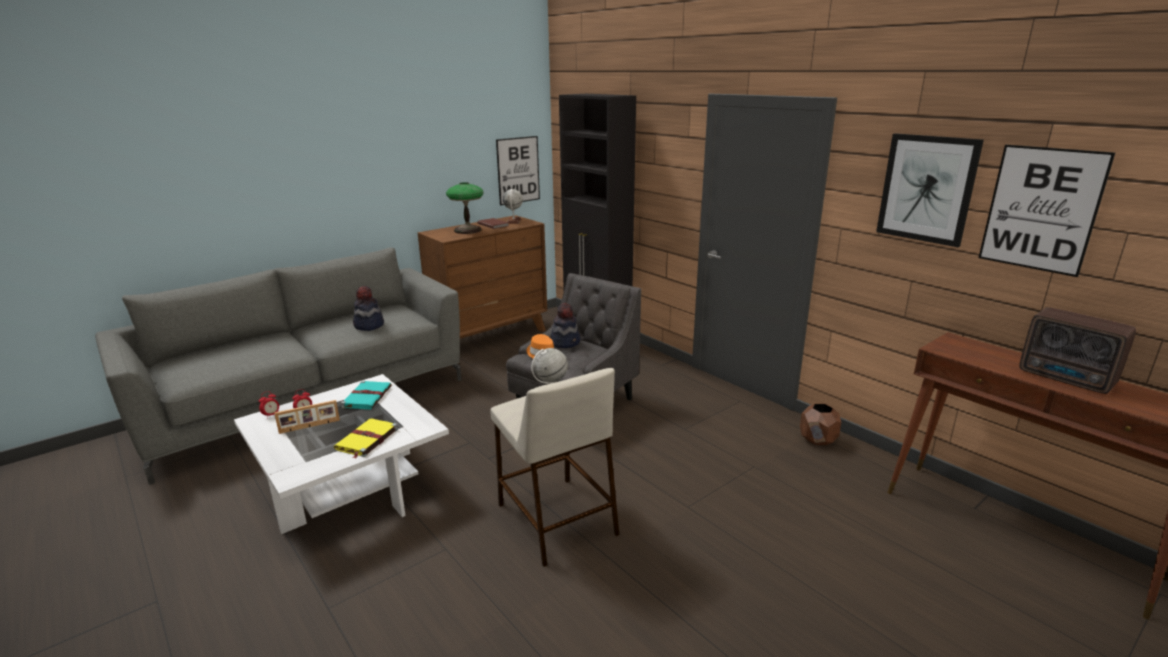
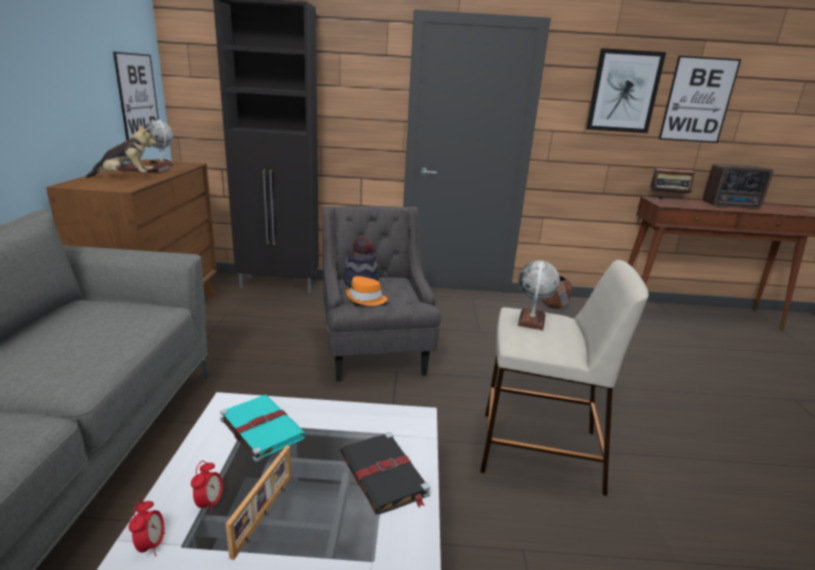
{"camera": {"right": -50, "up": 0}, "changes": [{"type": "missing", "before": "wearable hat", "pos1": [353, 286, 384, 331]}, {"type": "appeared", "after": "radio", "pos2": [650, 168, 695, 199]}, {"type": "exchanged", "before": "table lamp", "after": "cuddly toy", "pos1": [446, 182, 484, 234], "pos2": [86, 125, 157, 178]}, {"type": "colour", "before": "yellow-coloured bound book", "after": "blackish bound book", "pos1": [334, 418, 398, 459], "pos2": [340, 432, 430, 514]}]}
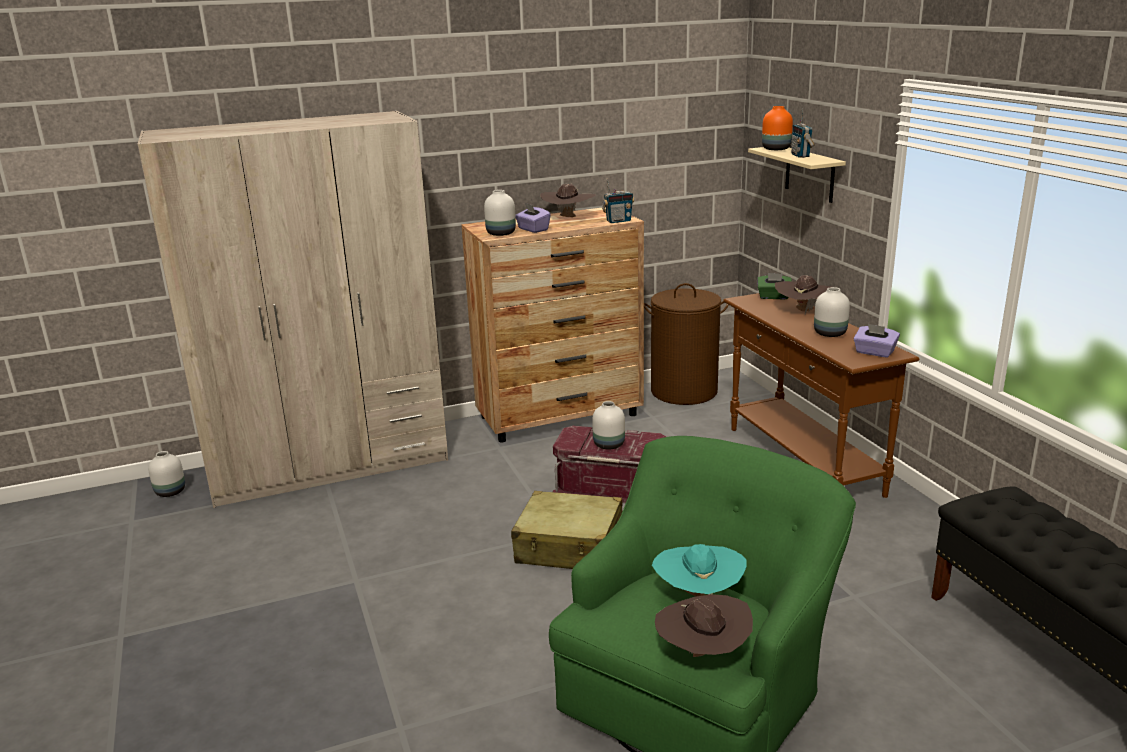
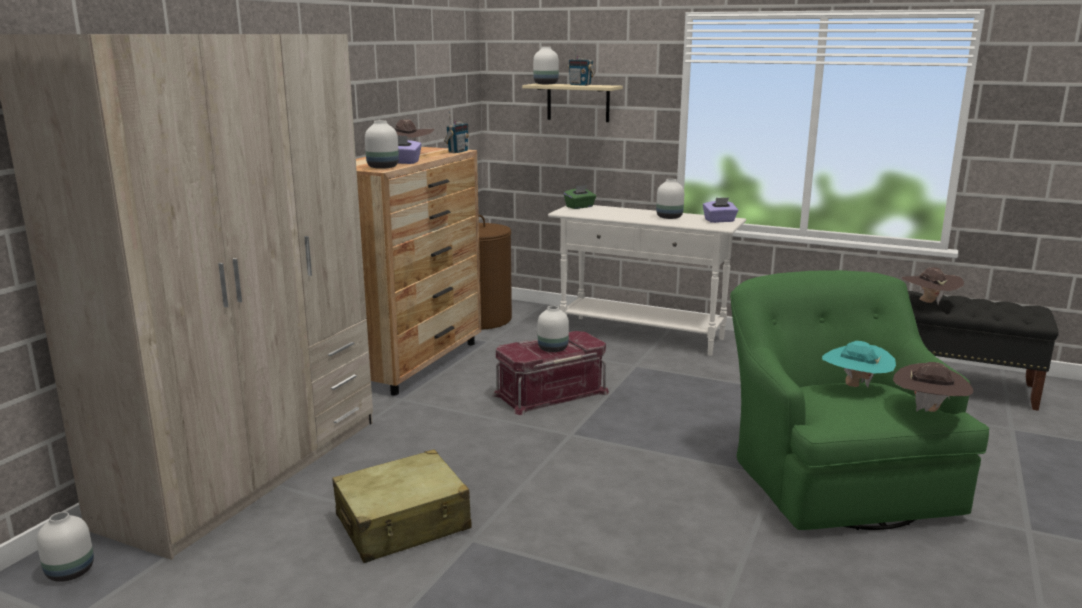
{"camera": {"right": -45, "up": -5}, "changes": [{"type": "relocated", "before": "beige travel case", "pos1": [511, 491, 623, 569], "pos2": [333, 449, 472, 563]}, {"type": "relocated", "before": "brownish wearable hat", "pos1": [775, 275, 831, 314], "pos2": [902, 267, 964, 305]}, {"type": "colour", "before": "brownish console table", "after": "white-coloured console table", "pos1": [723, 293, 919, 498], "pos2": [548, 205, 746, 356]}, {"type": "colour", "before": "orange vase", "after": "white-coloured vase", "pos1": [762, 106, 793, 150], "pos2": [533, 47, 559, 84]}]}
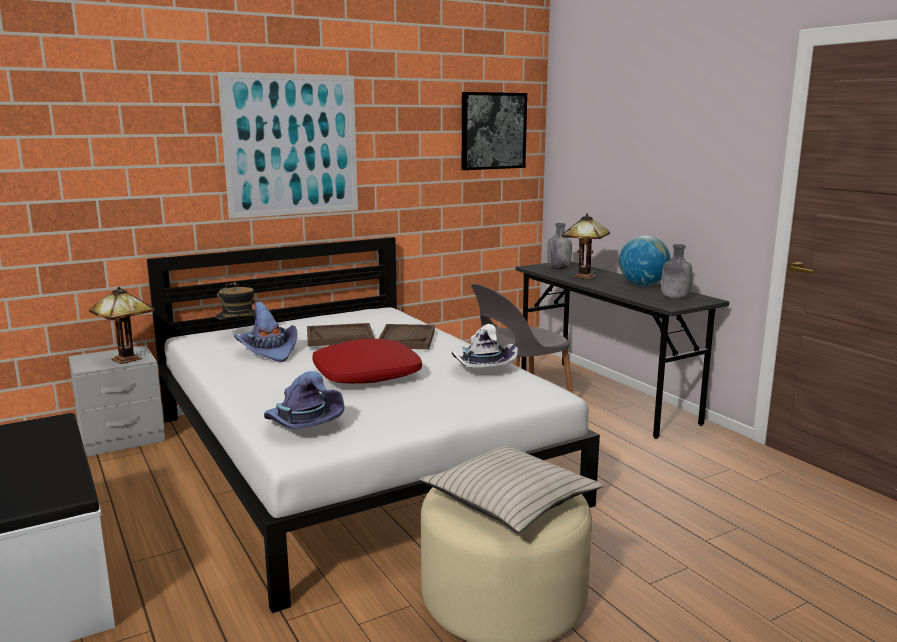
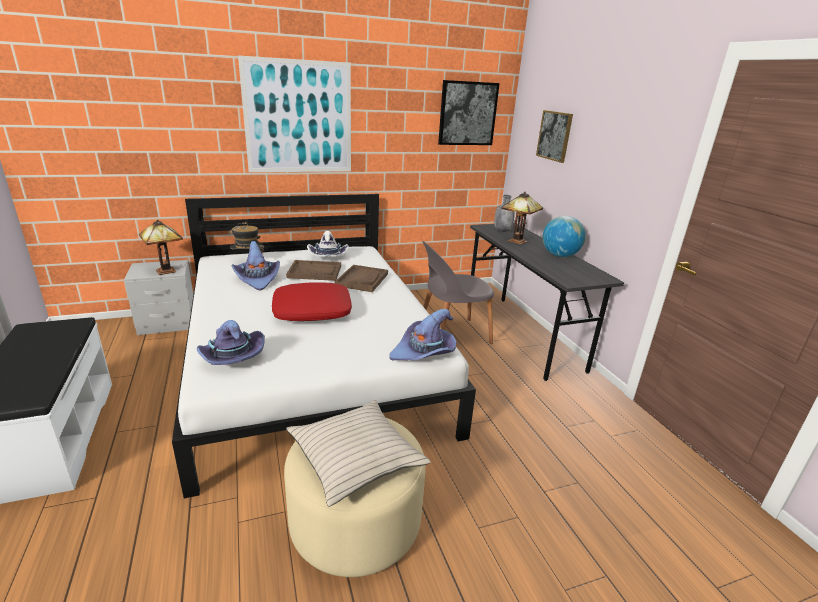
{"camera": {"right": 10, "up": 10}, "changes": [{"type": "missing", "before": "greyish beverage bottle", "pos1": [661, 244, 692, 299]}, {"type": "appeared", "after": "purple-coloured wearable hat", "pos2": [389, 309, 456, 360]}, {"type": "appeared", "after": "picture", "pos2": [536, 110, 573, 163]}, {"type": "relocated", "before": "white-coloured wearable hat", "pos1": [452, 324, 518, 367], "pos2": [307, 230, 349, 257]}]}
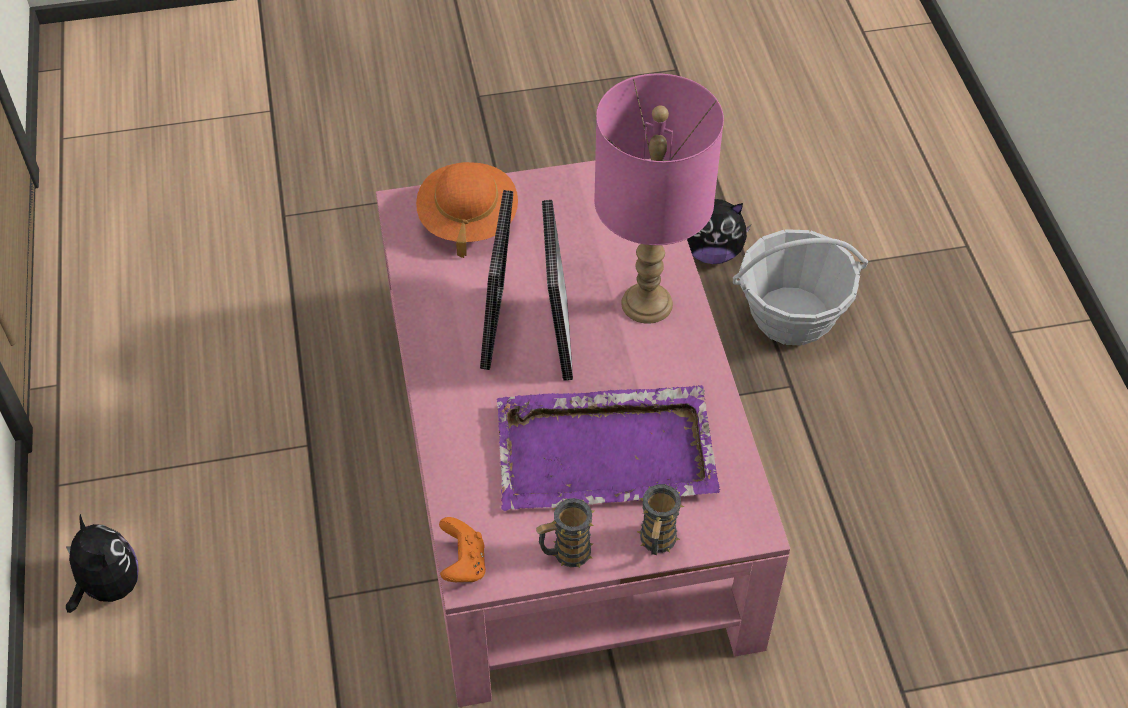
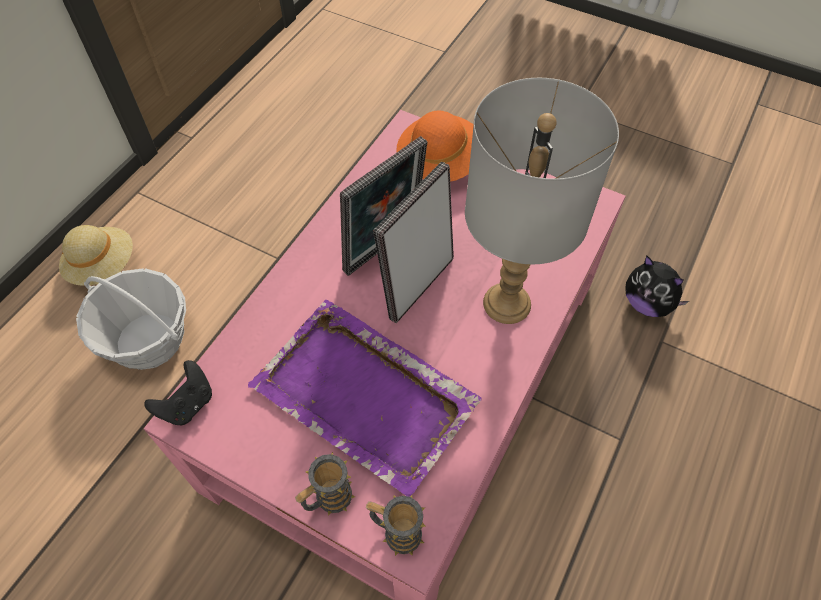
{"camera": {"right": 40, "up": 5}, "changes": [{"type": "relocated", "before": "mug", "pos1": [536, 498, 594, 568], "pos2": [366, 495, 426, 556]}, {"type": "relocated", "before": "storage basket", "pos1": [733, 229, 868, 346], "pos2": [76, 268, 186, 370]}, {"type": "exchanged", "before": "cuddly toy", "after": "beige wearable hat", "pos1": [66, 514, 139, 613], "pos2": [59, 225, 133, 286]}, {"type": "colour", "before": "orange game controller", "after": "blackish game controller", "pos1": [439, 517, 486, 582], "pos2": [144, 360, 212, 425]}, {"type": "colour", "before": "pinkish table lamp", "after": "greyish table lamp", "pos1": [594, 73, 724, 324], "pos2": [465, 78, 619, 324]}]}
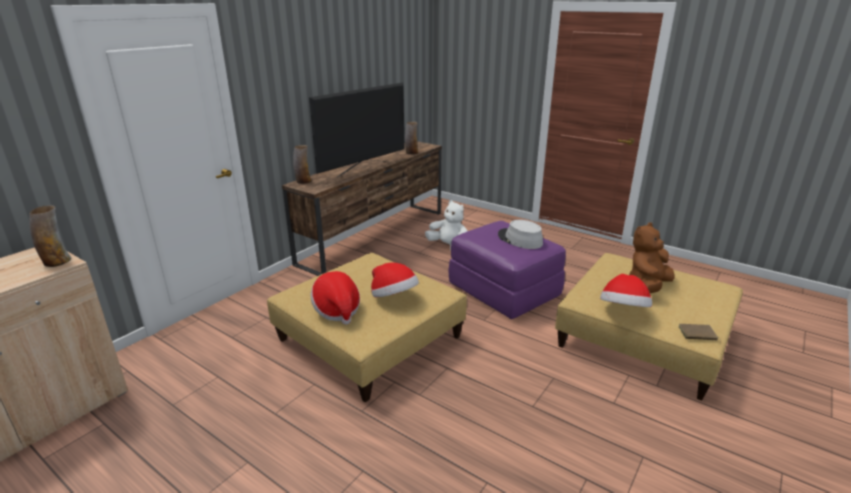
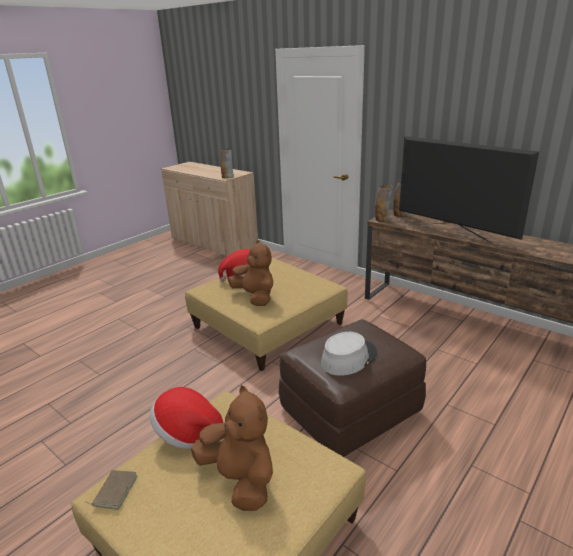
{"camera": {"right": 95, "up": 0}, "changes": [{"type": "missing", "before": "white-coloured cuddly toy", "pos1": [425, 200, 468, 250]}, {"type": "relocated", "before": "vase", "pos1": [405, 122, 418, 155], "pos2": [375, 185, 393, 222]}, {"type": "exchanged", "before": "wearable hat", "after": "brownish cuddly toy", "pos1": [371, 263, 419, 297], "pos2": [228, 240, 273, 306]}, {"type": "colour", "before": "purple-coloured ottoman", "after": "brownish ottoman", "pos1": [448, 221, 566, 319], "pos2": [279, 319, 426, 457]}]}
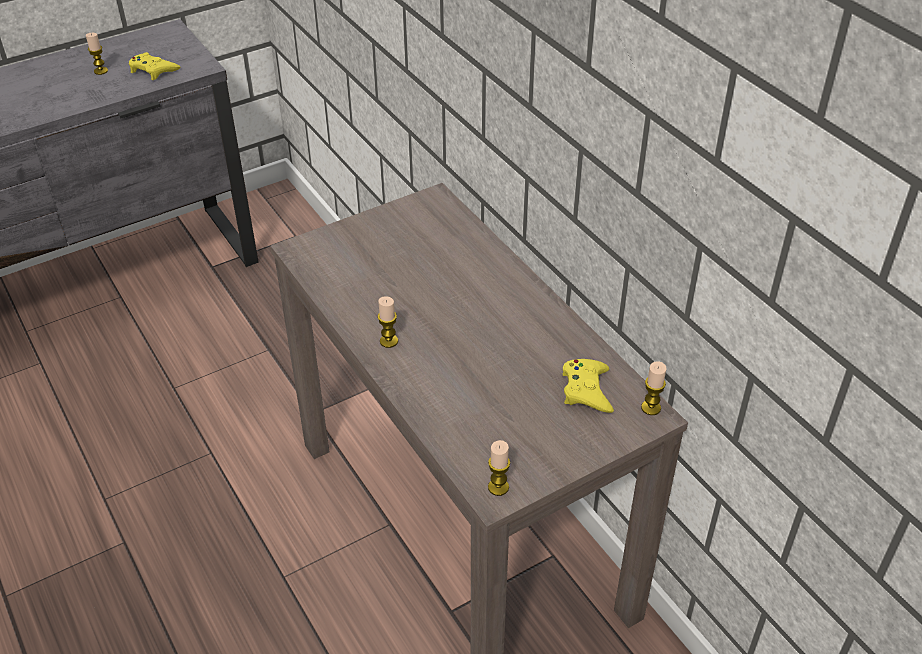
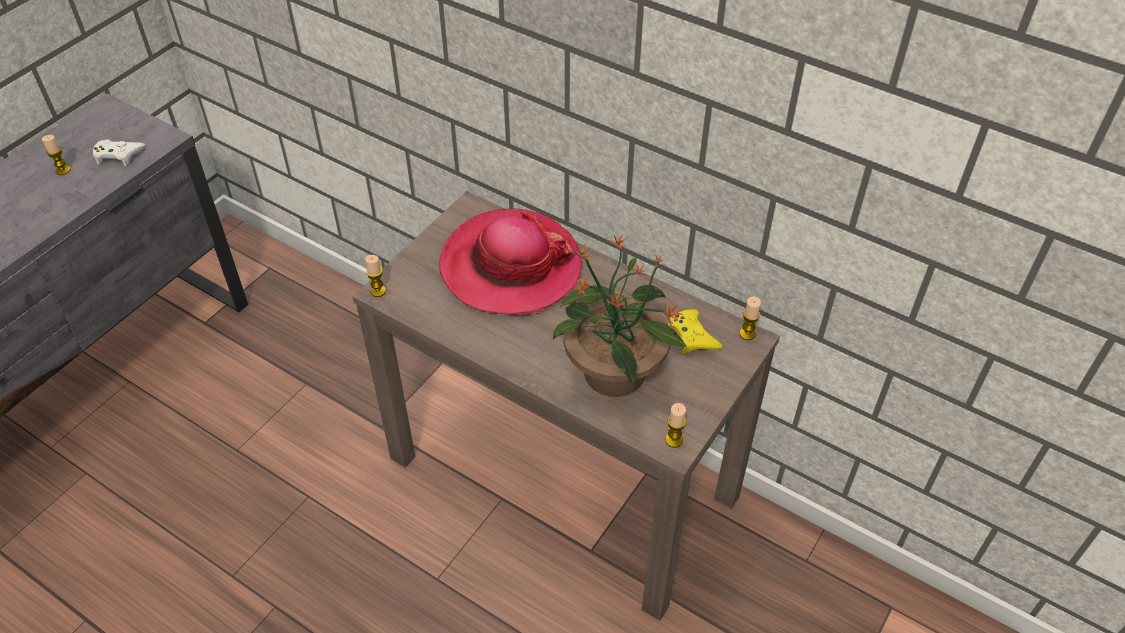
{"camera": {"right": -25, "up": 5}, "changes": [{"type": "appeared", "after": "wearable hat", "pos2": [439, 208, 582, 315]}, {"type": "appeared", "after": "houseplant", "pos2": [553, 234, 687, 397]}, {"type": "relocated", "before": "wax light", "pos1": [378, 296, 398, 348], "pos2": [365, 255, 386, 297]}, {"type": "colour", "before": "yellow-coloured game controller", "after": "white-coloured game controller", "pos1": [129, 52, 180, 80], "pos2": [93, 139, 145, 166]}]}
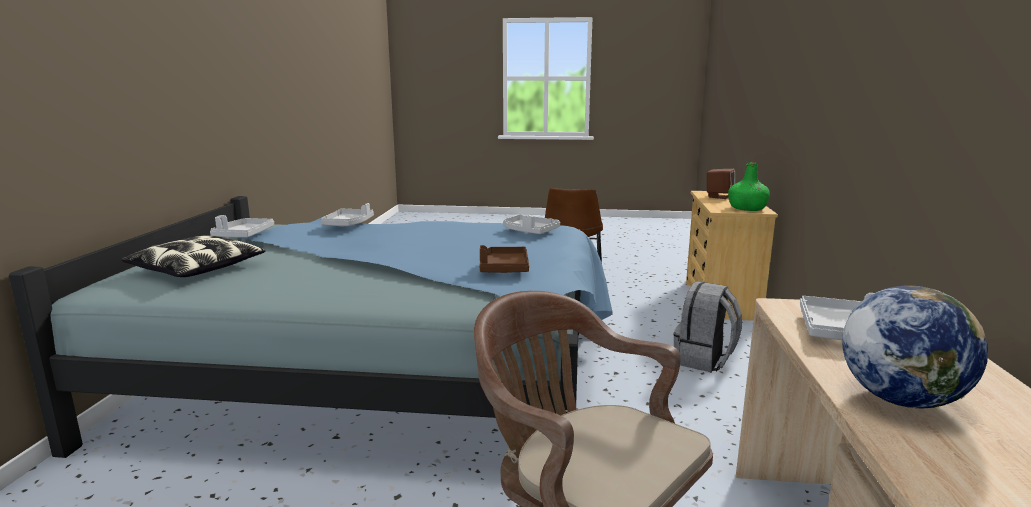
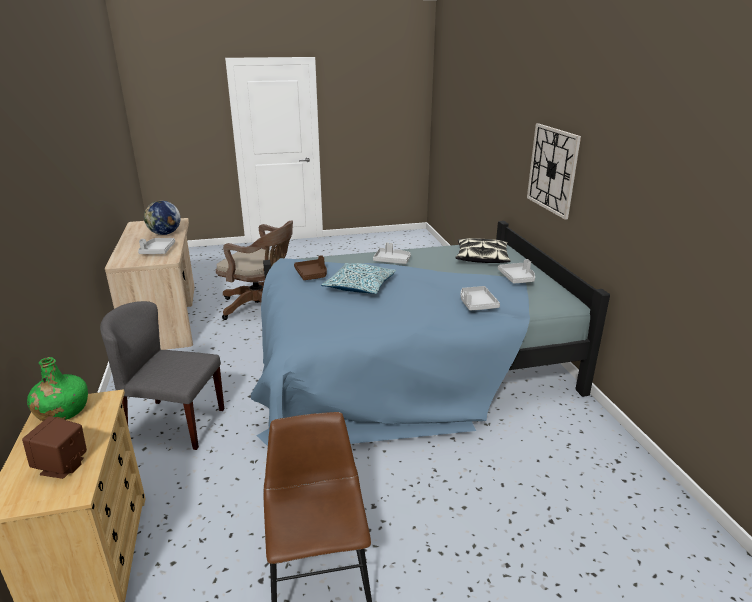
{"camera": {"right": 160, "up": 10}, "changes": [{"type": "appeared", "after": "pillow", "pos2": [321, 263, 396, 294]}, {"type": "appeared", "after": "hanging clock", "pos2": [527, 123, 581, 219]}, {"type": "relocated", "before": "greyish tray", "pos1": [503, 214, 560, 234], "pos2": [373, 242, 411, 264]}, {"type": "exchanged", "before": "greyish knapsack", "after": "greyish plain chair", "pos1": [673, 281, 742, 372], "pos2": [100, 301, 224, 450]}]}
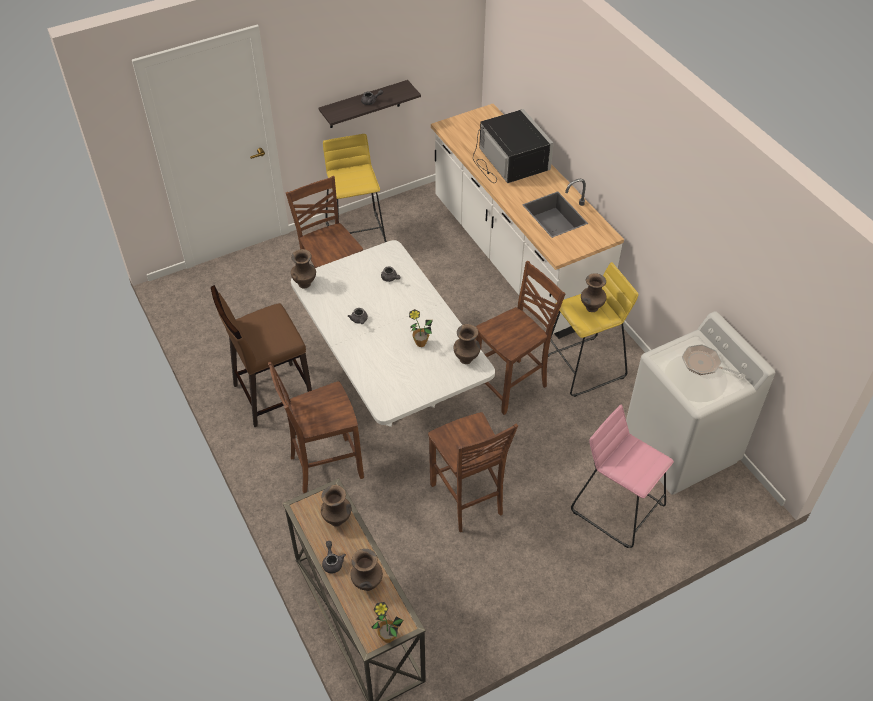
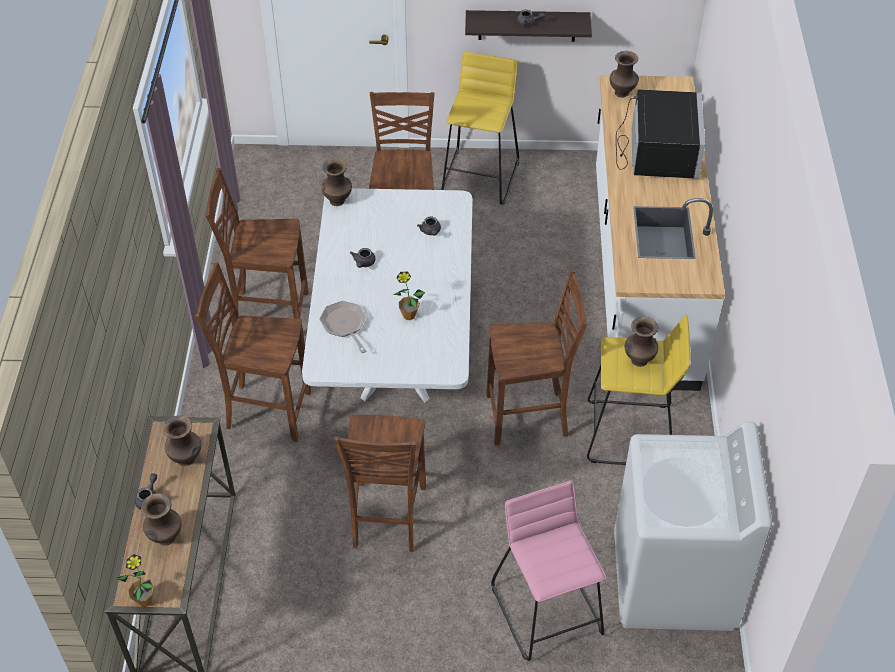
{"camera": {"right": 30, "up": 0}, "changes": [{"type": "relocated", "before": "brownish vase", "pos1": [453, 324, 480, 364], "pos2": [610, 51, 639, 98]}, {"type": "relocated", "before": "skillet", "pos1": [682, 344, 745, 378], "pos2": [319, 301, 366, 353]}, {"type": "exchanged", "before": "brownish stool", "after": "brownish plain chair", "pos1": [211, 285, 312, 427], "pos2": [206, 168, 309, 319]}]}
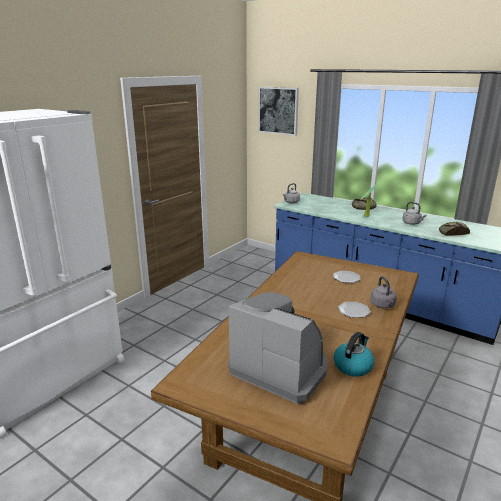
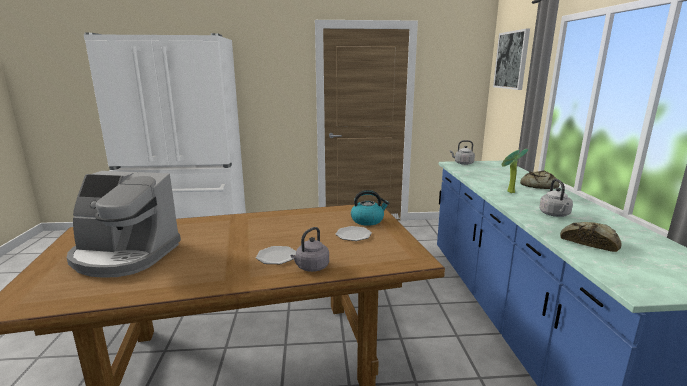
{"camera": {"right": 50, "up": -5}, "changes": [{"type": "relocated", "before": "water kettle", "pos1": [334, 332, 375, 376], "pos2": [351, 190, 389, 226]}, {"type": "spun", "before": "coffee maker", "pos1": [228, 292, 328, 404], "pos2": [67, 171, 181, 278], "turn": 105}]}
